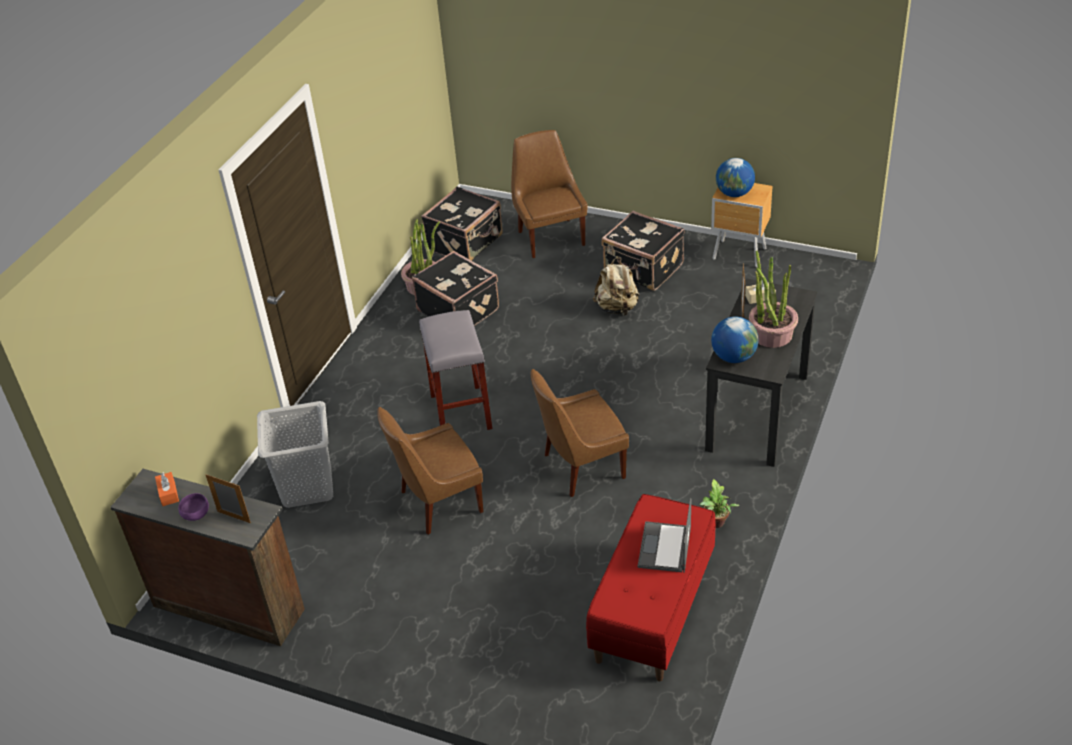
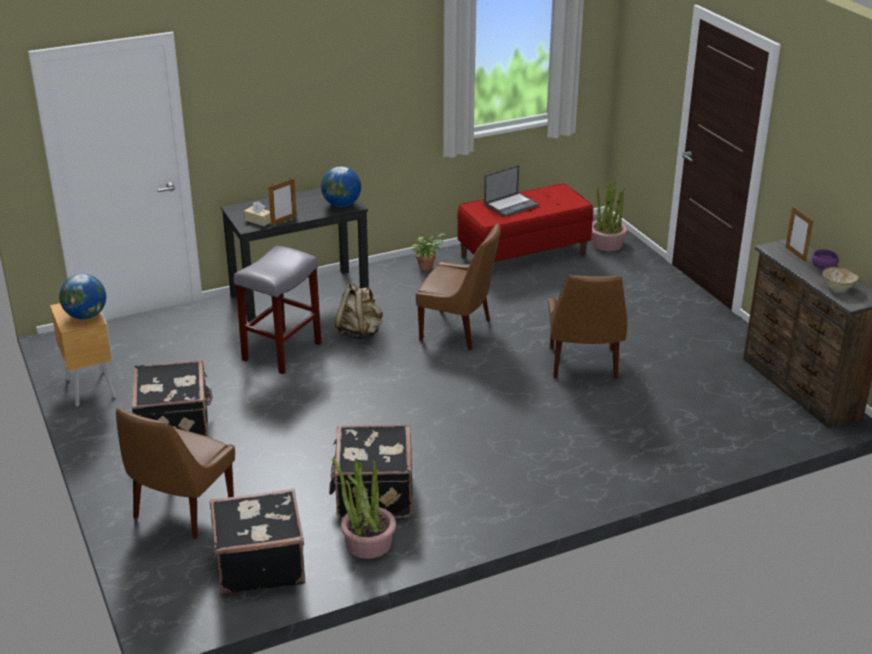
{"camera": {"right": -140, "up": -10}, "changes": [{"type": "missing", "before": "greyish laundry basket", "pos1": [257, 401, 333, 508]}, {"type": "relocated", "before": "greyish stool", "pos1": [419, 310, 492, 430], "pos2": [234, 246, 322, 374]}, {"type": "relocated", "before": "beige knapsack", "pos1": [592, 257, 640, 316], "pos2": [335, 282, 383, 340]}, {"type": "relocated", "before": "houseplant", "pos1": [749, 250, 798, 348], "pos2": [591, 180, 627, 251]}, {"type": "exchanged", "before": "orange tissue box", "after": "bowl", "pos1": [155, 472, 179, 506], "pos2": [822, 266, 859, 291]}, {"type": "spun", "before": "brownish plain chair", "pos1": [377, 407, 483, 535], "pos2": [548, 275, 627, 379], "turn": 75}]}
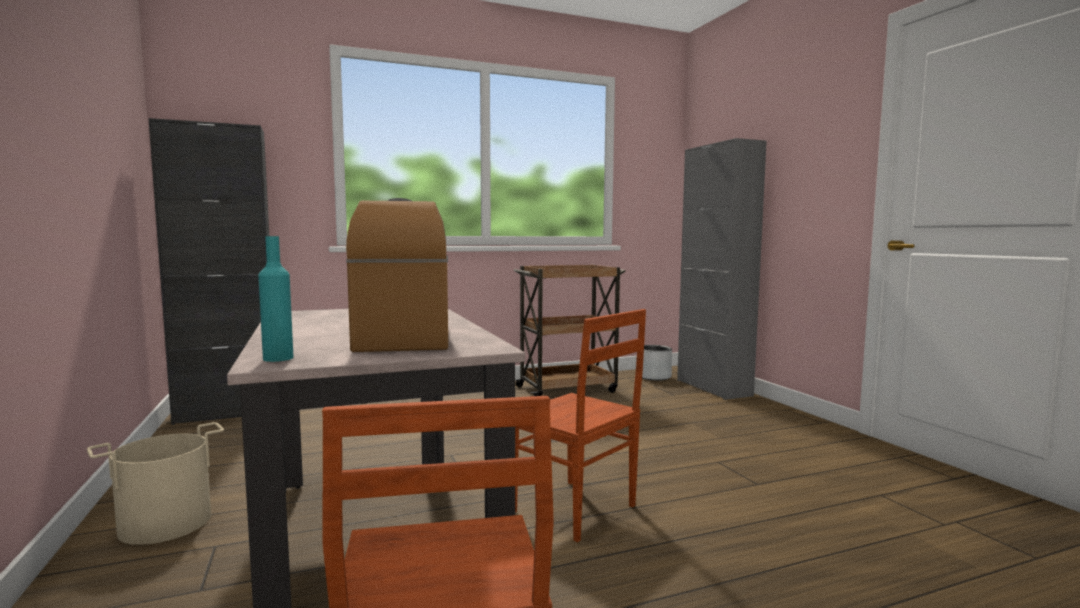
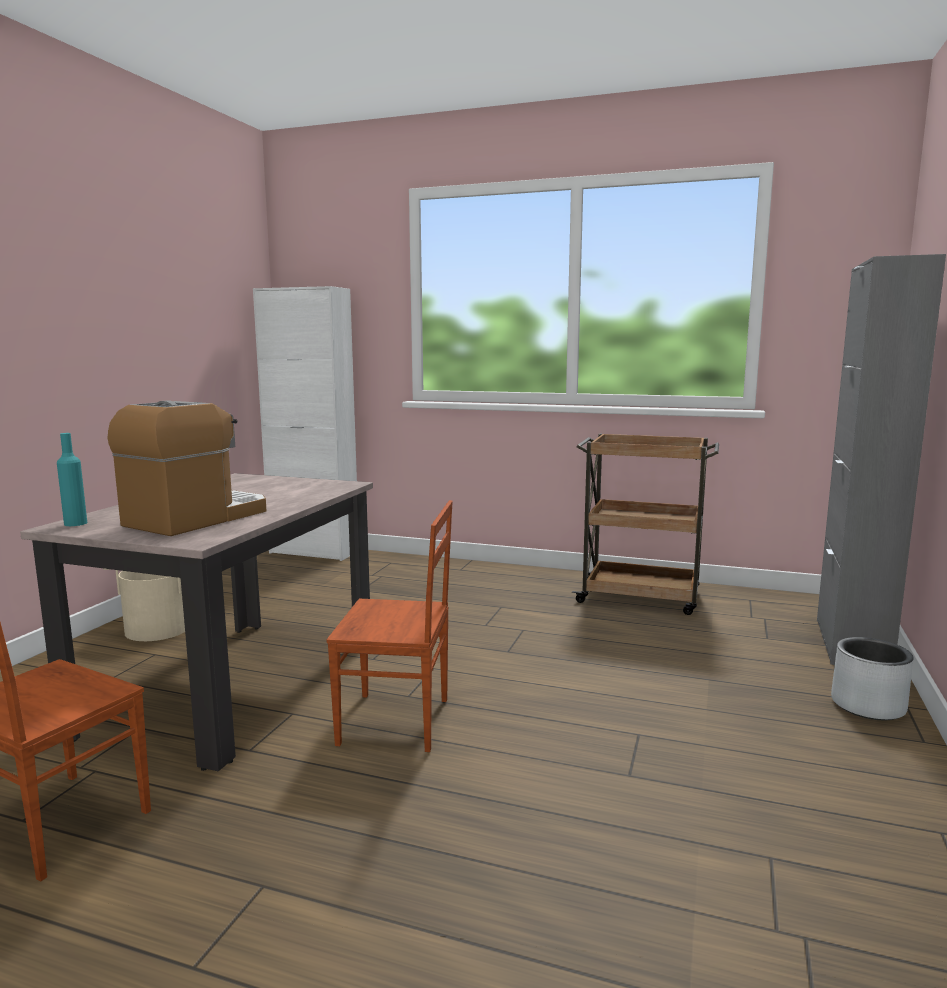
{"camera": {"right": 40, "up": 5}, "changes": [{"type": "relocated", "before": "greyish planter", "pos1": [642, 345, 672, 381], "pos2": [831, 637, 914, 720]}, {"type": "colour", "before": "blackish cupboard", "after": "white-coloured cupboard", "pos1": [148, 118, 269, 425], "pos2": [253, 286, 357, 561]}, {"type": "spun", "before": "brownish plain chair", "pos1": [515, 309, 646, 542], "pos2": [326, 500, 453, 752], "turn": -75}]}
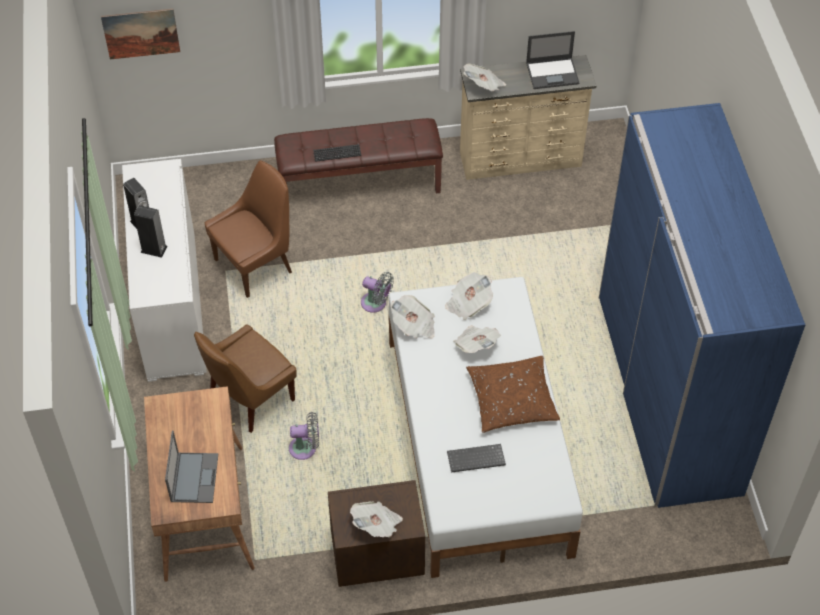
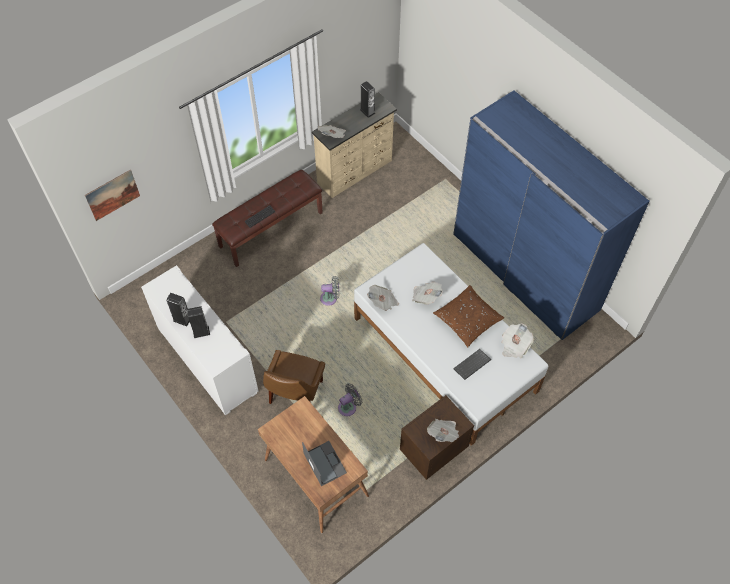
{"camera": {"right": -30, "up": 5}, "changes": [{"type": "missing", "before": "brownish plain chair", "pos1": [205, 160, 292, 298]}, {"type": "relocated", "before": "daily paper", "pos1": [445, 272, 493, 320], "pos2": [501, 324, 534, 358]}, {"type": "exchanged", "before": "notebook computer", "after": "loudspeaker", "pos1": [526, 31, 579, 89], "pos2": [360, 81, 376, 118]}]}
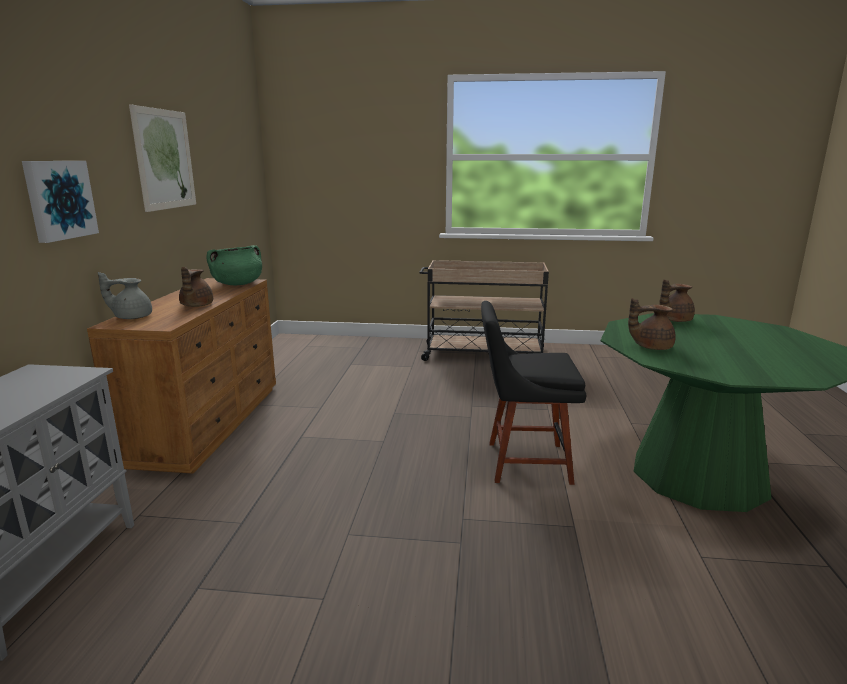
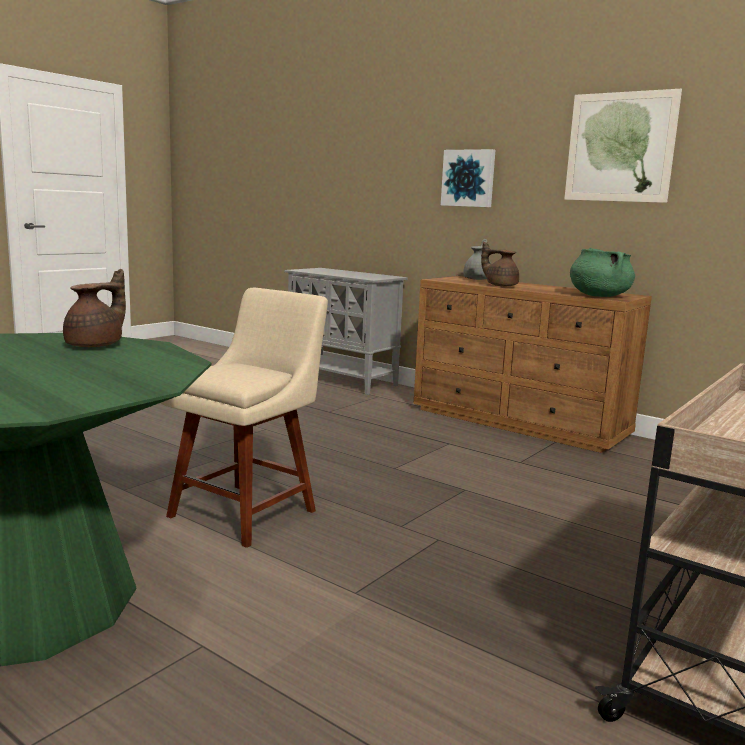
{"camera": {"right": 120, "up": -5}, "changes": [{"type": "missing", "before": "brownish teapot", "pos1": [659, 280, 695, 322]}, {"type": "colour", "before": "blackish plain chair", "after": "beige plain chair", "pos1": [481, 301, 586, 485], "pos2": [161, 288, 328, 548]}]}
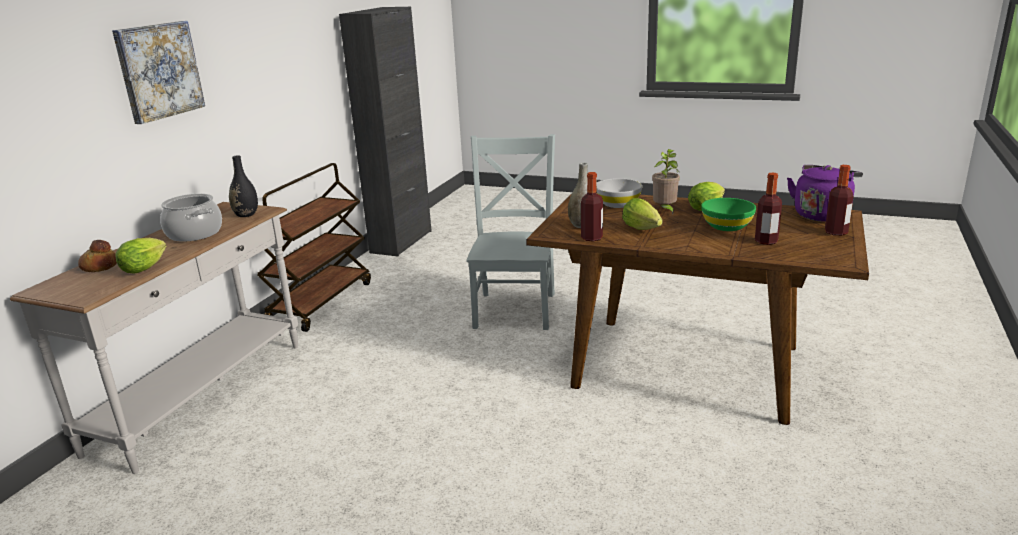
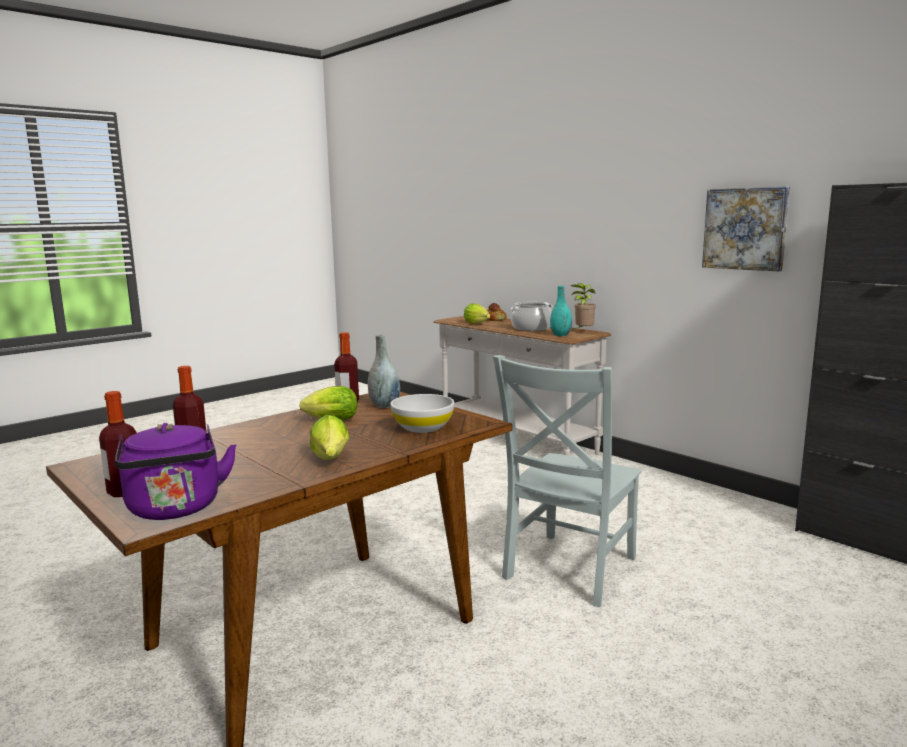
{"camera": {"right": 115, "up": -10}, "changes": [{"type": "missing", "before": "brownish cart", "pos1": [257, 163, 371, 332]}, {"type": "missing", "before": "greenish bowl", "pos1": [701, 198, 756, 231]}, {"type": "relocated", "before": "picture", "pos1": [112, 21, 205, 124], "pos2": [702, 187, 790, 271]}, {"type": "relocated", "before": "houseplant", "pos1": [652, 149, 680, 214], "pos2": [570, 283, 596, 330]}, {"type": "colour", "before": "blackish vase", "after": "turquoise vase", "pos1": [229, 155, 258, 217], "pos2": [550, 286, 572, 336]}, {"type": "spun", "before": "greyish plain chair", "pos1": [466, 134, 555, 330], "pos2": [493, 355, 642, 607], "turn": 90}]}
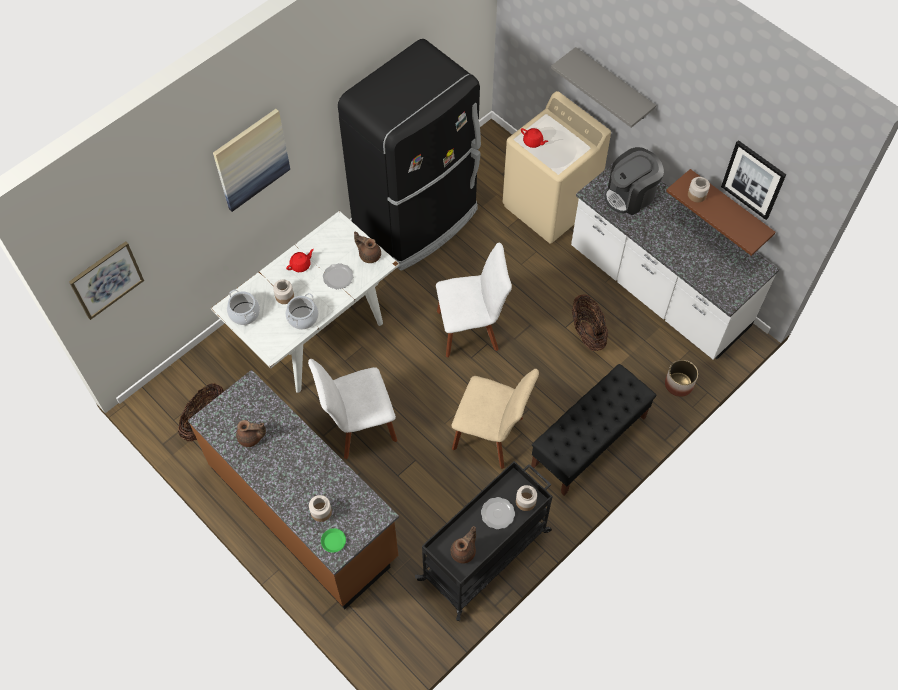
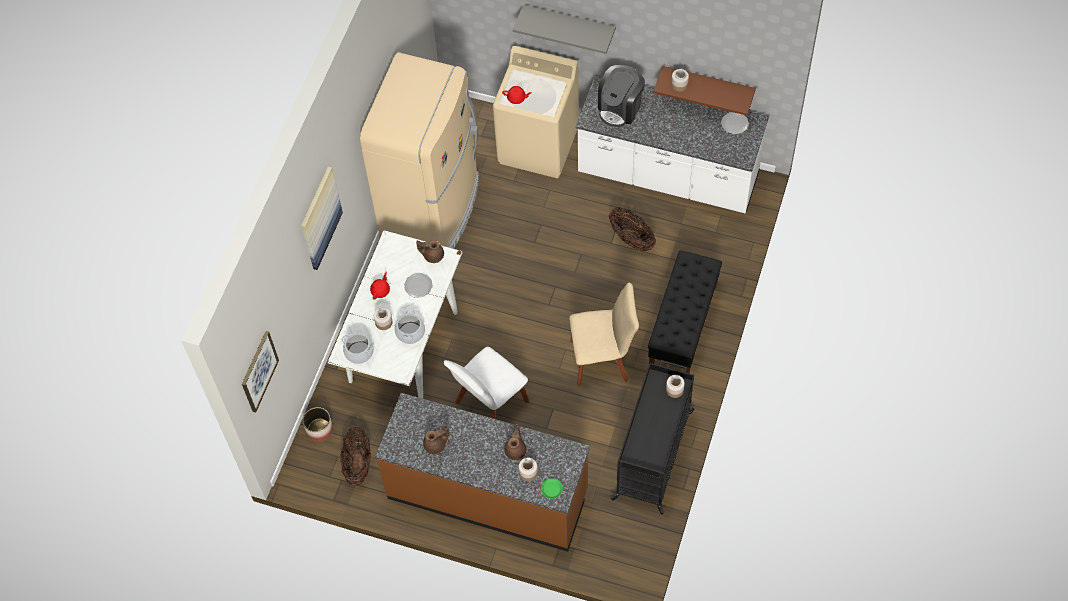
{"camera": {"right": -25, "up": 0}, "changes": [{"type": "missing", "before": "white-coloured plain chair", "pos1": [436, 243, 512, 358]}, {"type": "missing", "before": "picture", "pos1": [721, 140, 786, 220]}, {"type": "relocated", "before": "brownish teapot", "pos1": [451, 526, 476, 563], "pos2": [504, 424, 526, 460]}, {"type": "relocated", "before": "flat dish", "pos1": [481, 497, 515, 529], "pos2": [721, 112, 749, 134]}, {"type": "relocated", "before": "planter", "pos1": [665, 360, 698, 397], "pos2": [303, 407, 333, 442]}, {"type": "colour", "before": "blackish fridge", "after": "beige fridge", "pos1": [338, 39, 481, 271], "pos2": [360, 53, 479, 249]}]}
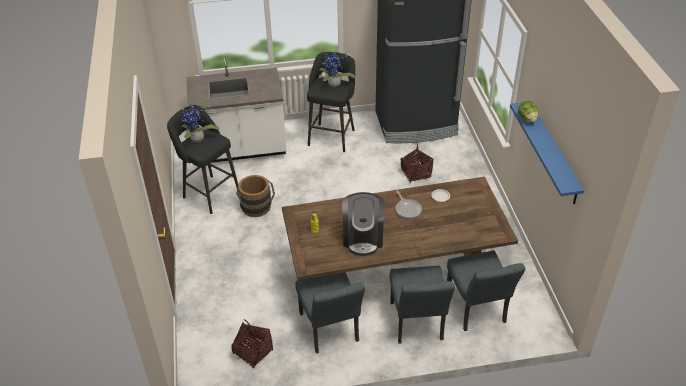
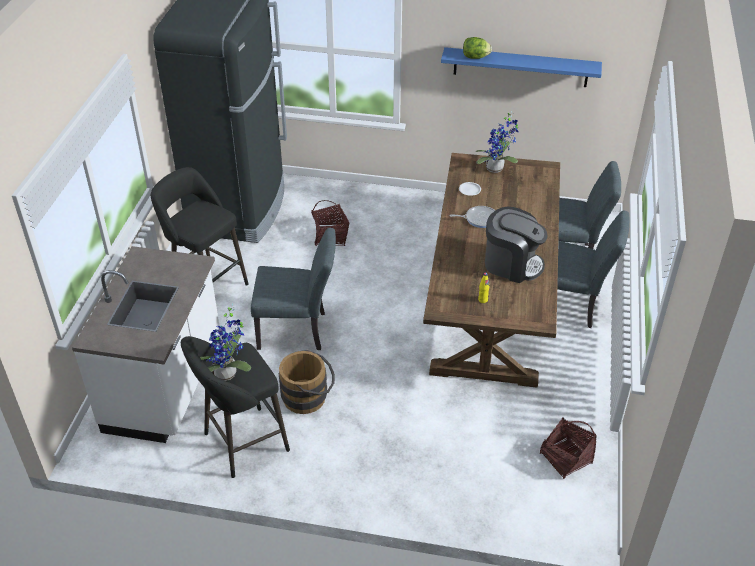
{"camera": {"right": -70, "up": 0}, "changes": [{"type": "relocated", "before": "greyish plain chair", "pos1": [295, 272, 365, 353], "pos2": [251, 228, 336, 350]}, {"type": "relocated", "before": "houseplant", "pos1": [319, 51, 355, 87], "pos2": [476, 111, 519, 173]}]}
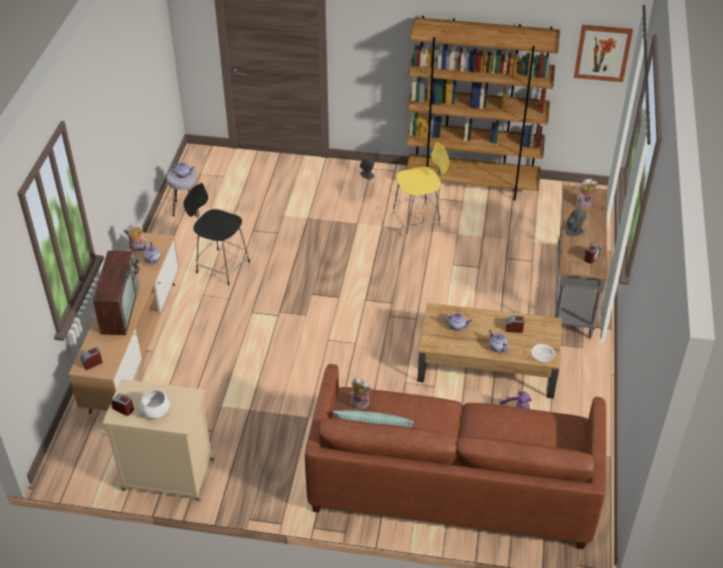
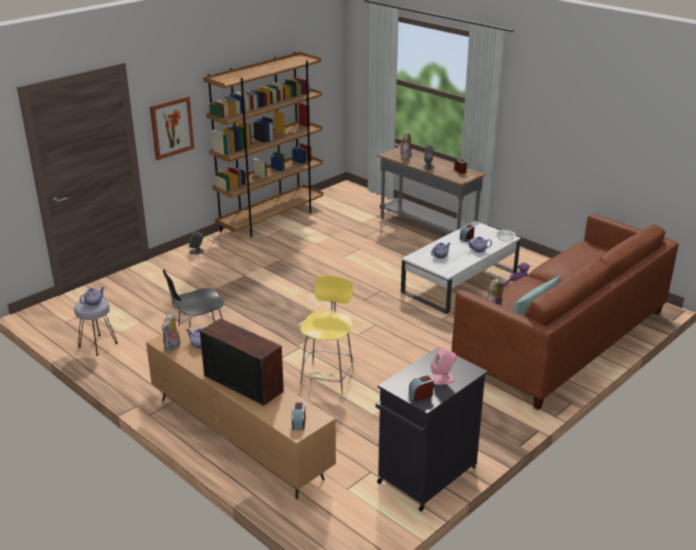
{"camera": {"right": -55, "up": -15}, "changes": [{"type": "relocated", "before": "yellow-coloured stool", "pos1": [392, 142, 449, 239], "pos2": [300, 275, 354, 395]}, {"type": "relocated", "before": "picture", "pos1": [574, 24, 633, 82], "pos2": [150, 96, 194, 160]}, {"type": "exchanged", "before": "white-coloured bowl", "after": "pinkish loudspeaker", "pos1": [138, 390, 170, 419], "pos2": [431, 348, 457, 385]}, {"type": "colour", "before": "beige cupboard", "after": "blackish cupboard", "pos1": [102, 379, 214, 501], "pos2": [376, 347, 488, 511]}, {"type": "colour", "before": "brownish coffee table", "after": "white-coloured coffee table", "pos1": [417, 303, 562, 399], "pos2": [401, 221, 521, 314]}]}
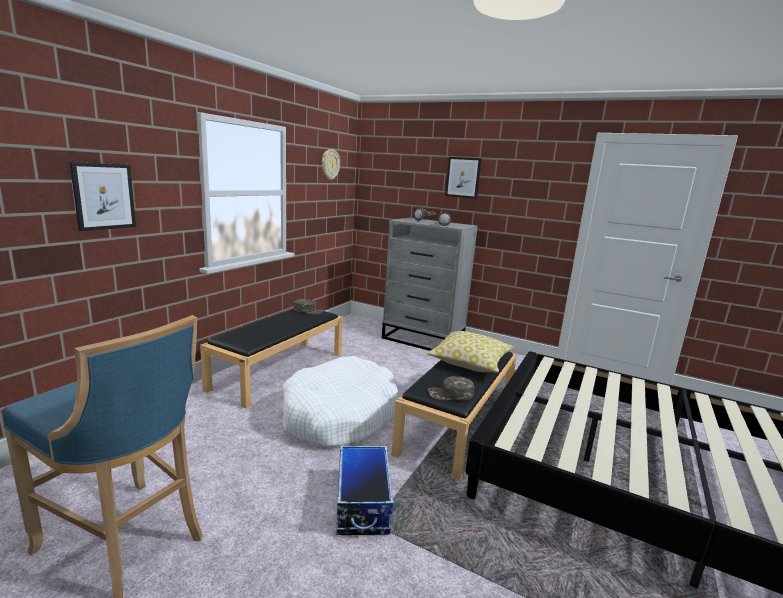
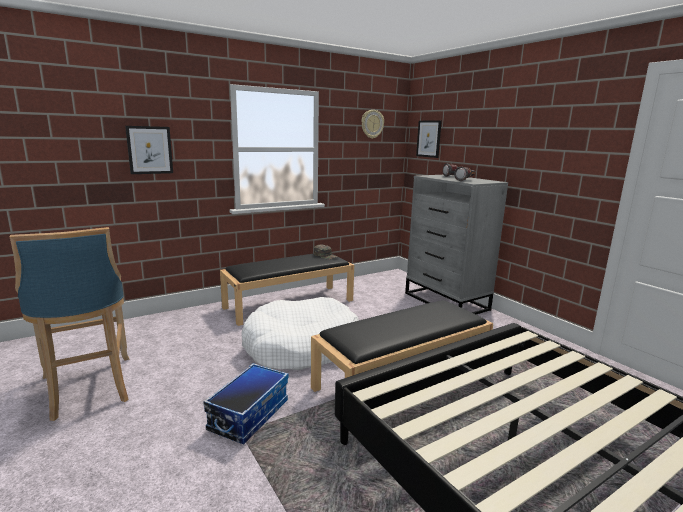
{"camera": {"right": 30, "up": 0}, "changes": [{"type": "missing", "before": "pillow", "pos1": [427, 331, 514, 373]}, {"type": "missing", "before": "greenish peaked cap", "pos1": [428, 376, 474, 401]}, {"type": "relocated", "before": "picture", "pos1": [445, 157, 482, 199], "pos2": [416, 120, 442, 158]}]}
